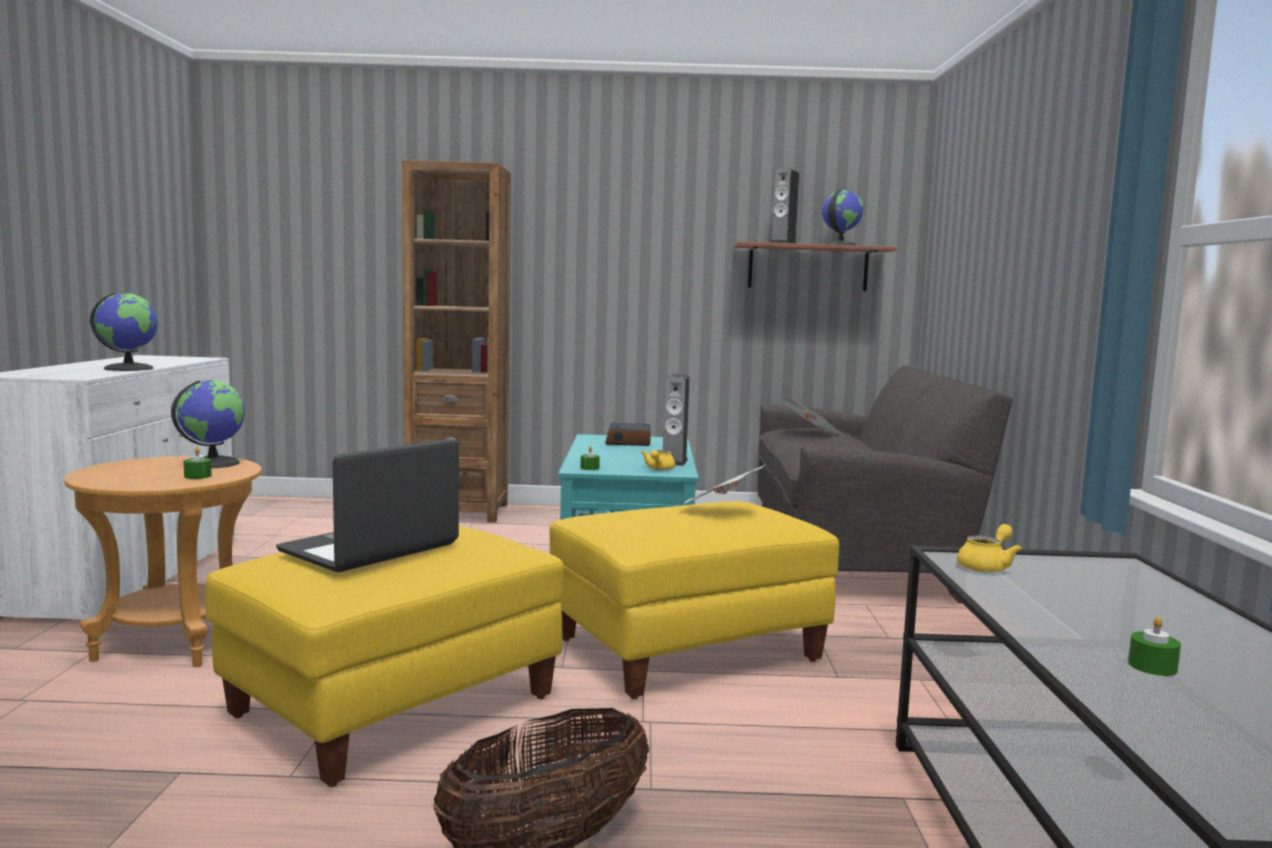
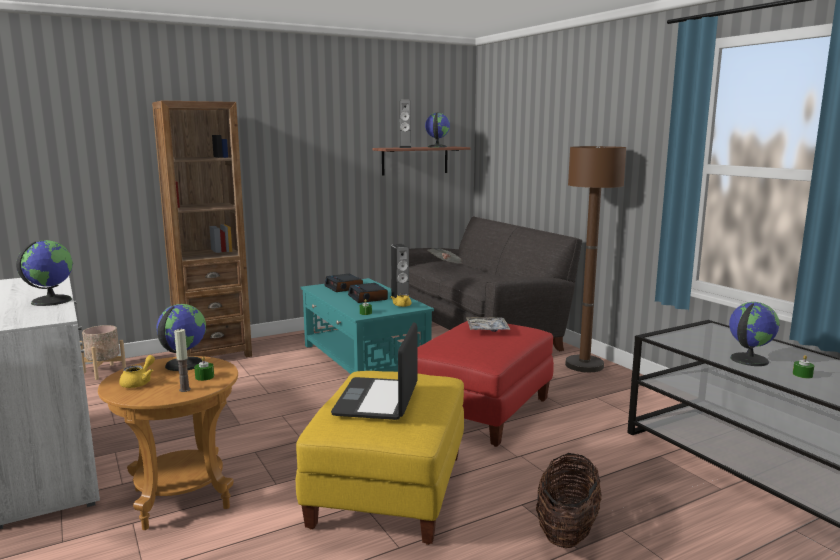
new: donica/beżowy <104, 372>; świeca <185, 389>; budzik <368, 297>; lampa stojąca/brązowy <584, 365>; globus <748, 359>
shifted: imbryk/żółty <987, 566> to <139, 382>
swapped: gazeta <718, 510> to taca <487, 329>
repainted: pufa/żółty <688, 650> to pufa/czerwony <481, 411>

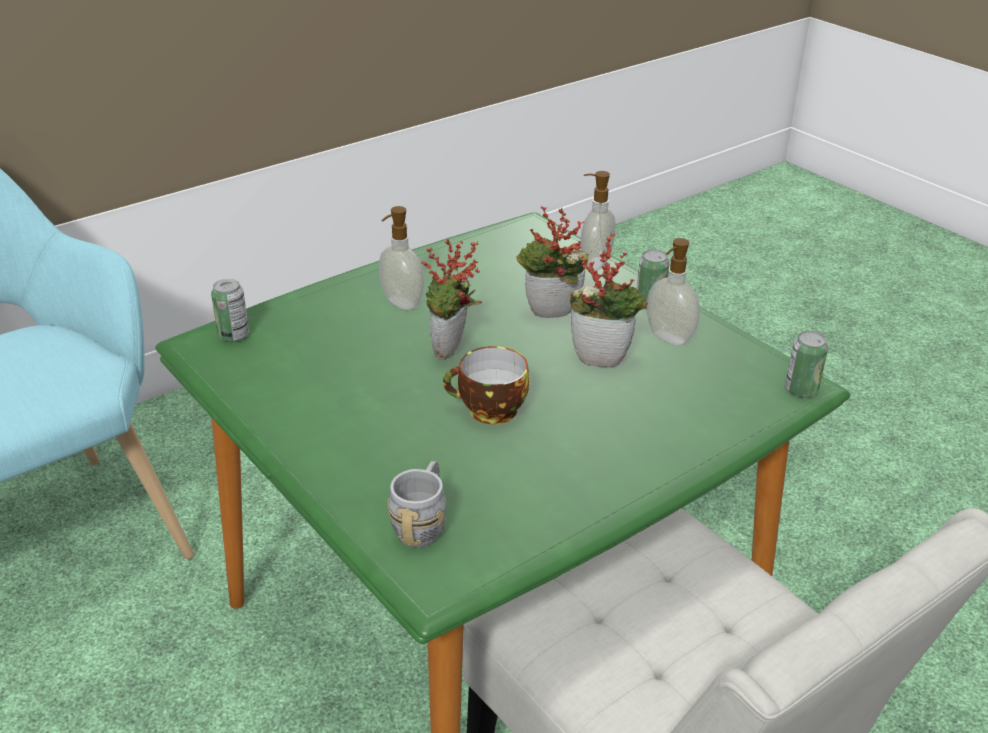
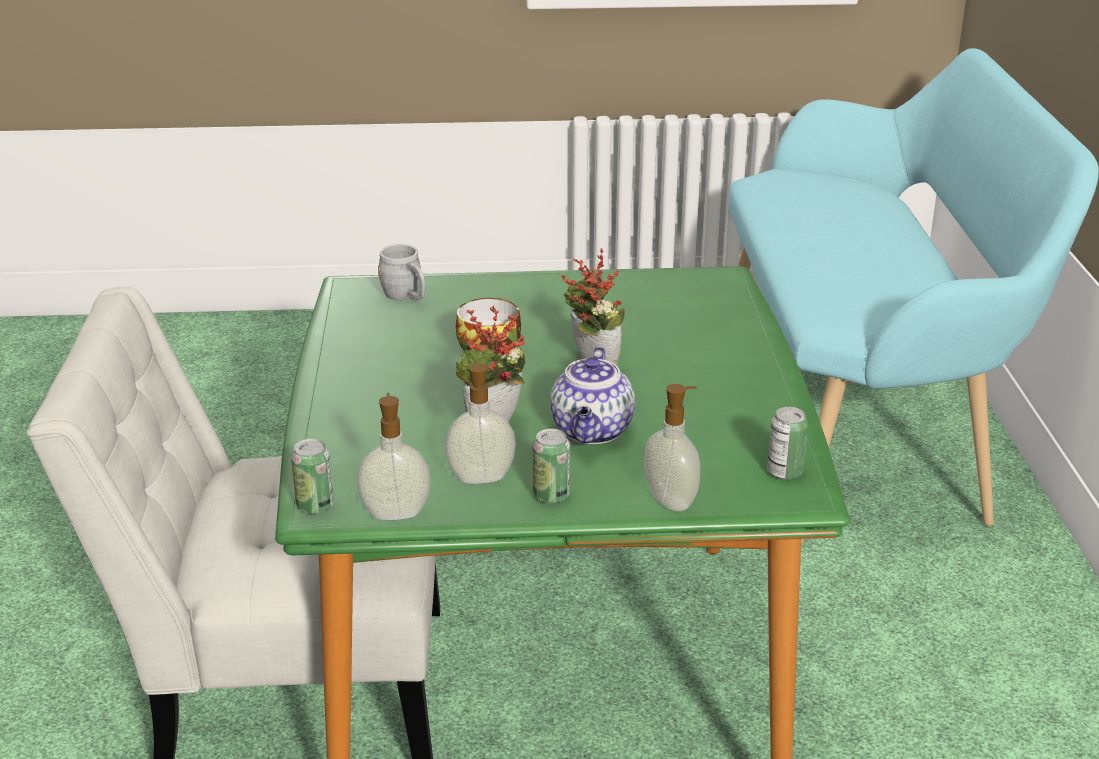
shifted: puszka <233, 335> to <784, 472>; dozownik mydła <401, 303> to <396, 512>
swapped: roślina doniczkowa <550, 316> to imbryk <592, 431>

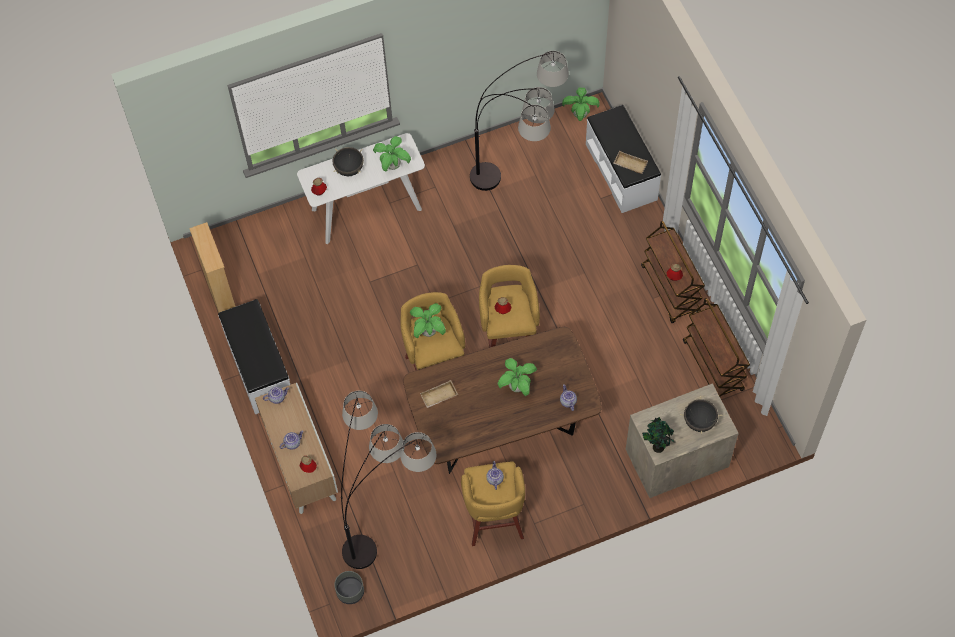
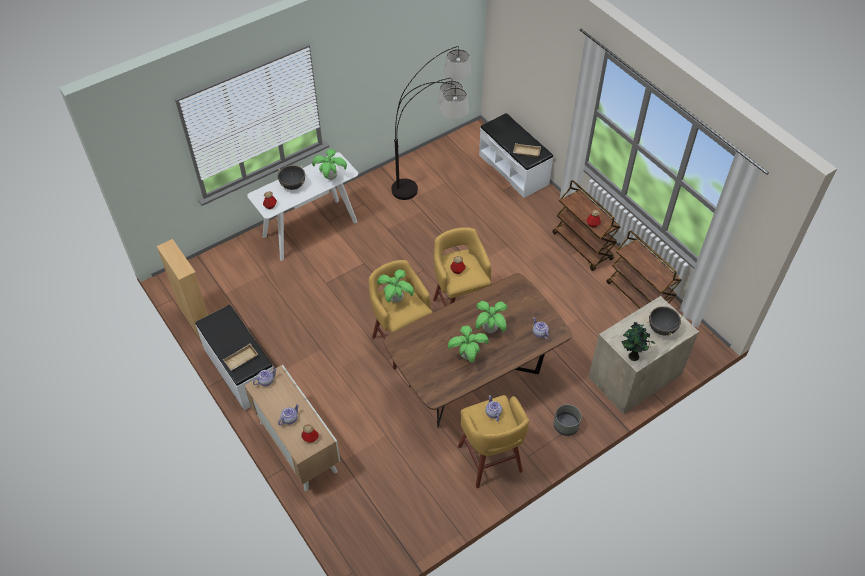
gone: lampa stojąca <386, 520>
shifted: donica/szary <350, 591> to <565, 425>; taca/beżowy <439, 397> to <241, 360>; roślina doniczkowa <580, 115> to <467, 355>

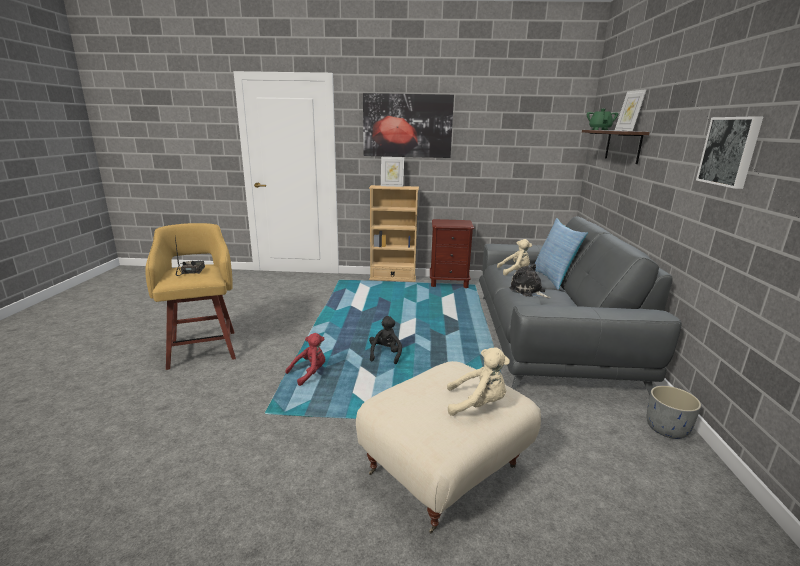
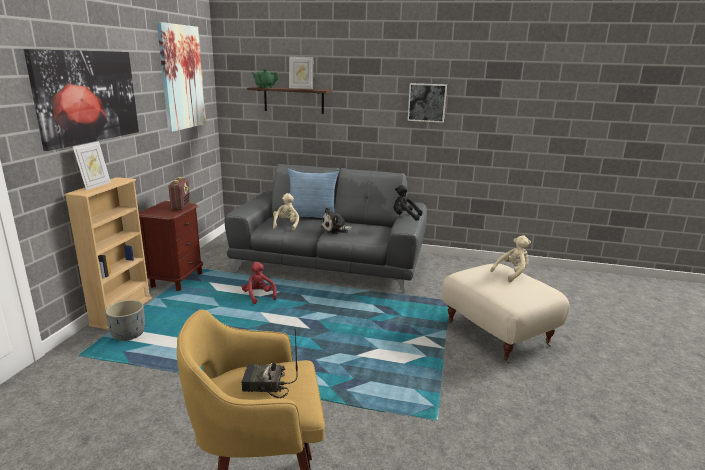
new: obraz <181, 77>; radio <180, 206>
shifted: pluszak/czerwony <309, 373> to <259, 296>; pluszak/czarny <385, 354> to <405, 217>; donica/szary <667, 429> to <129, 334>
rotated: pluszak/beżowy <478, 404> = <512, 274> 45 degrees clockwise

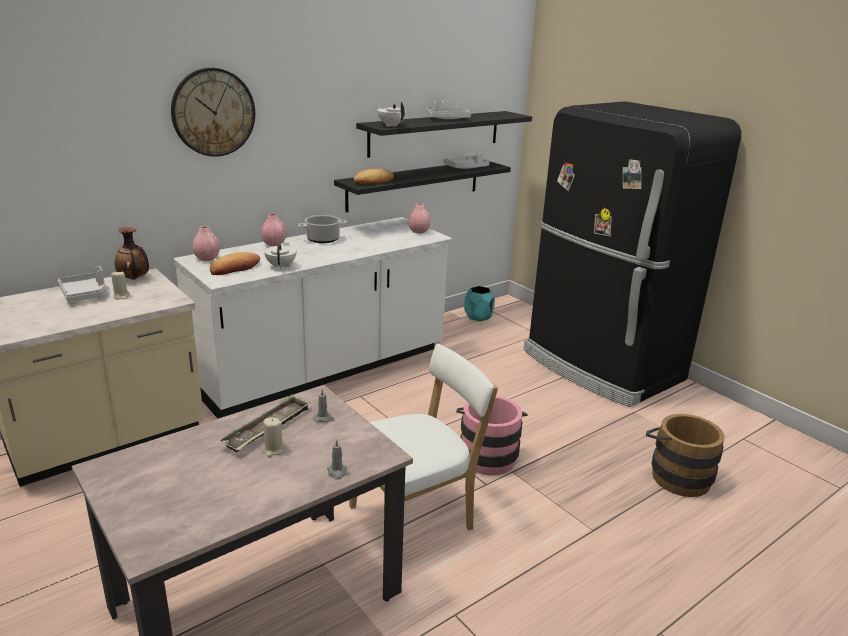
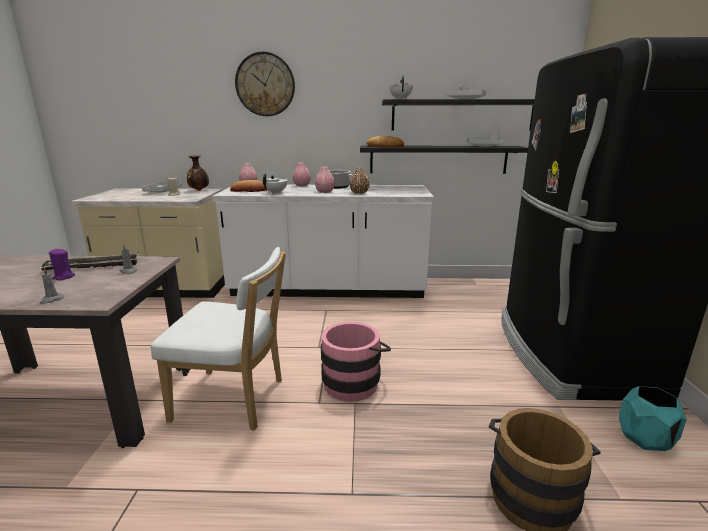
new: wazon/brązowy <359, 193>
shifted: wazon/różowy <418, 231> to <325, 192>; donica/turkusowy <478, 317> to <644, 438>
repainted: świeca/beżowy <273, 450> to świeca/fioletowy <63, 277>

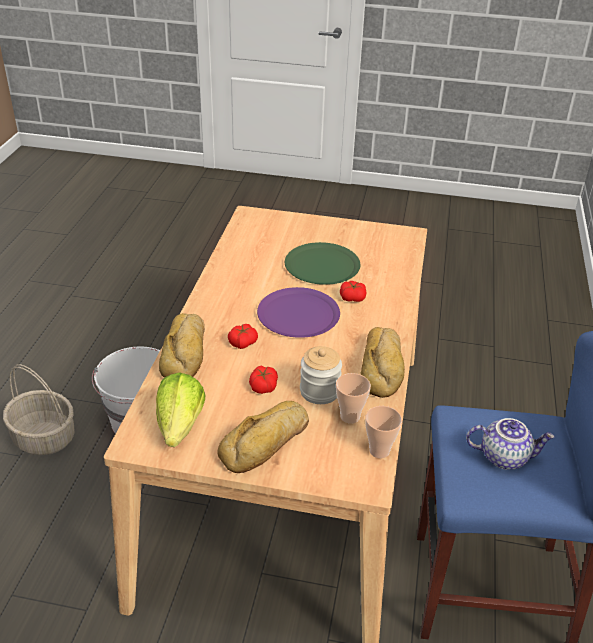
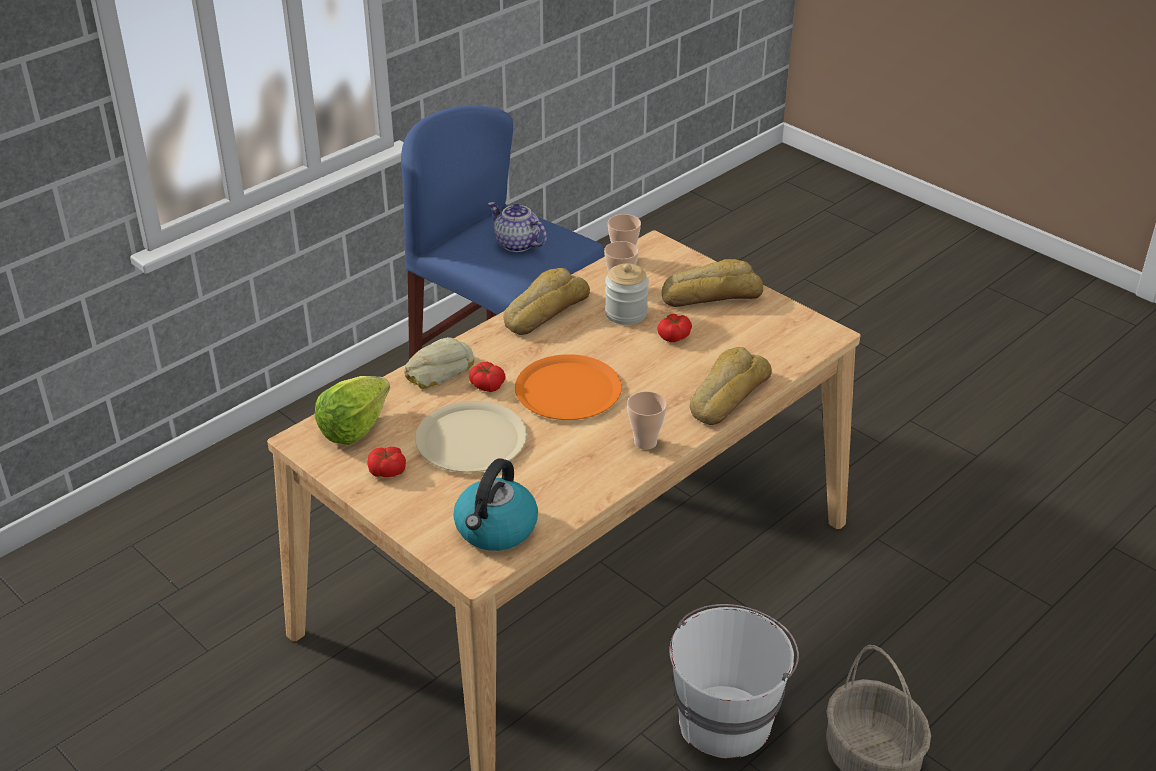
new: chleb <437, 370>; czajnik <496, 529>; filiżanka <645, 442>
shifted: sałata <180, 426> to <354, 428>; pomidor <242, 342> to <387, 470>
repainted: talerz/fioletowy <298, 314> to talerz/pomarańczowy <568, 390>; talerz/zielony <322, 265> to talerz/beżowy <471, 439>

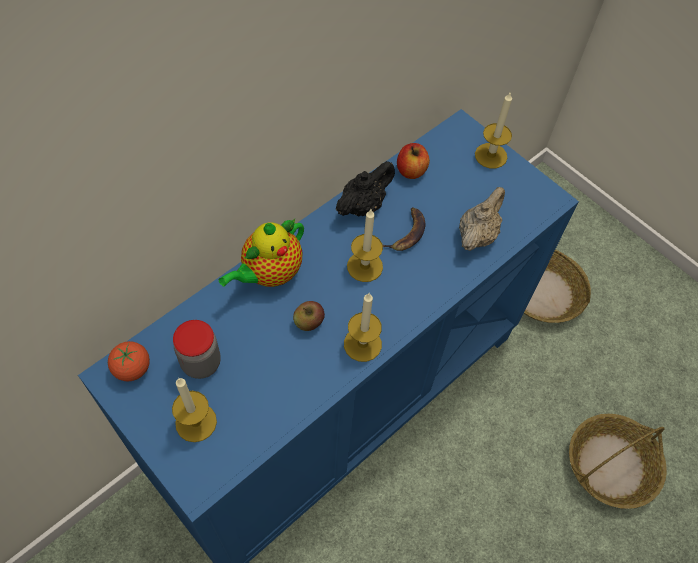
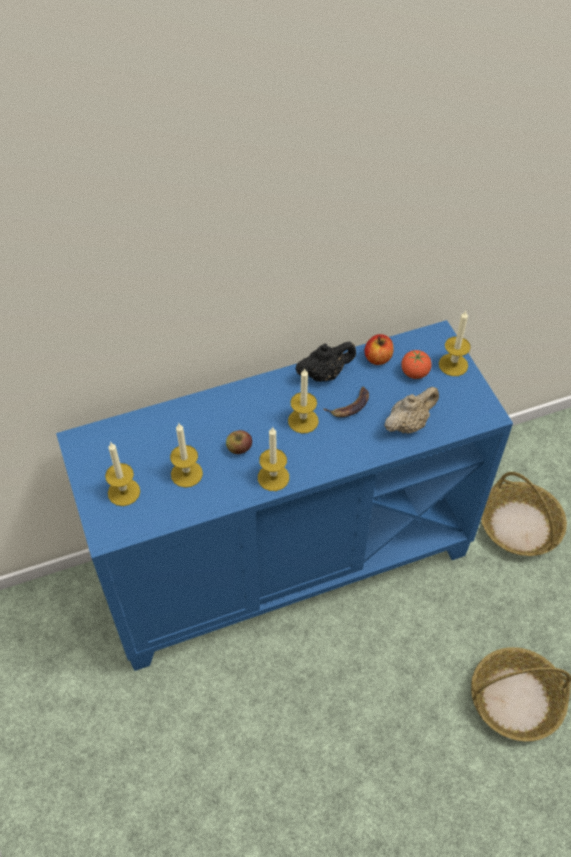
gone: słoik <201, 363>; imbryk <269, 274>
new: świeca <186, 474>
shifted: pomidor <132, 369> to <414, 373>

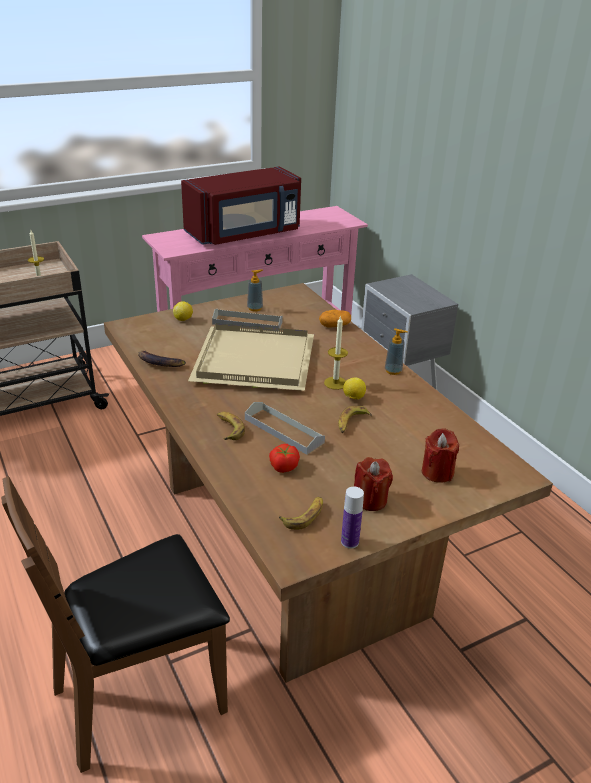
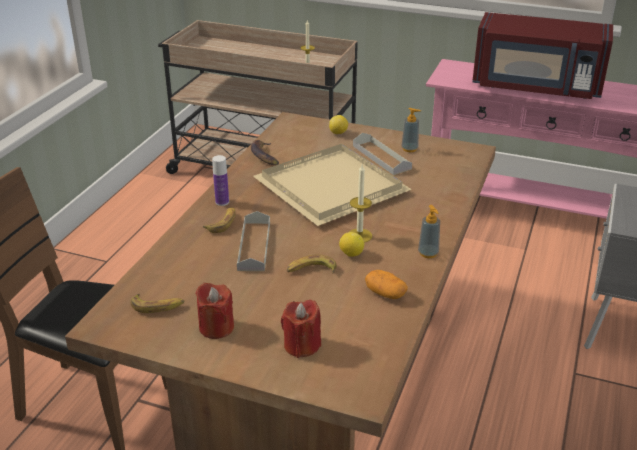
gone: pomidor <283, 466>
shifted: ziemniak <334, 326> to <385, 293>; butelka <350, 542> to <222, 202>

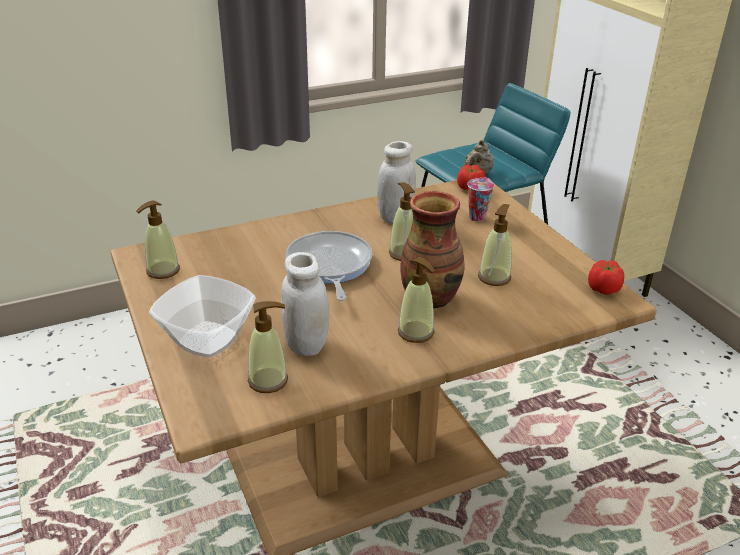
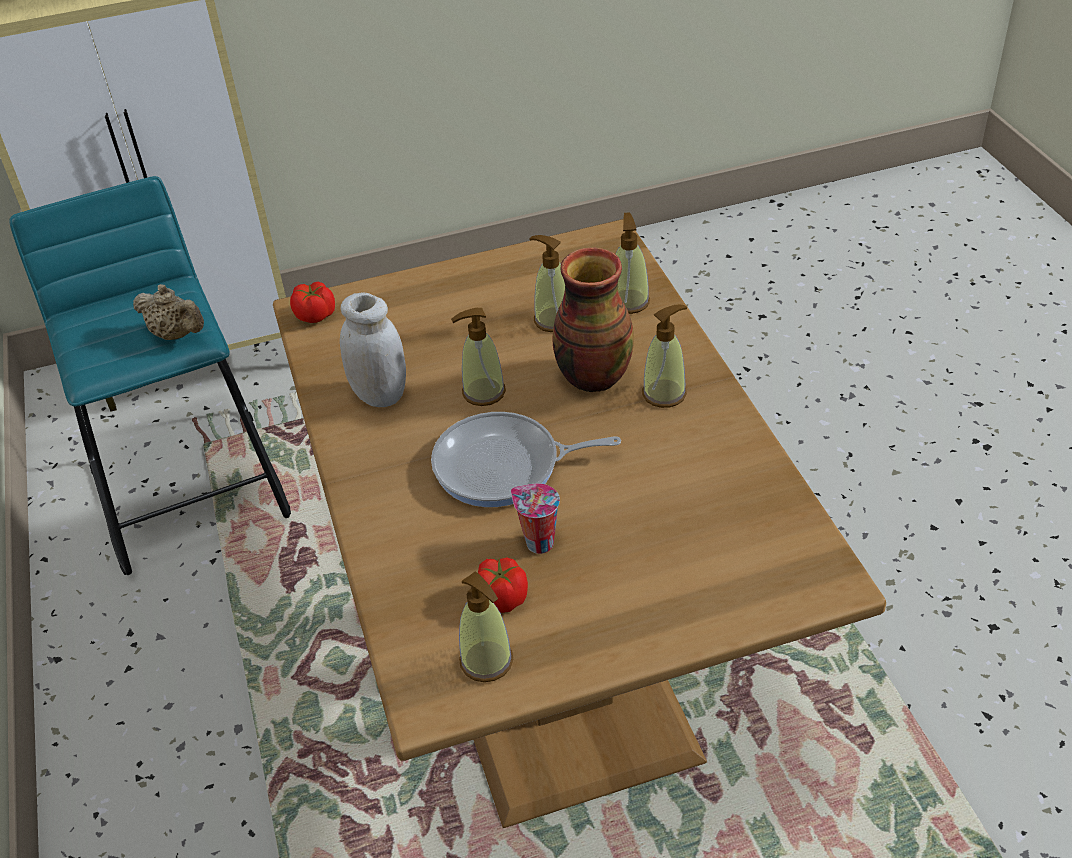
gone: miska <209, 339>; słoik/biały <306, 345>
shifted: dozownik mydła <268, 380> to <629, 301>; filiżanka <477, 216> to <537, 543>; pomidor <603, 288> to <502, 597>

